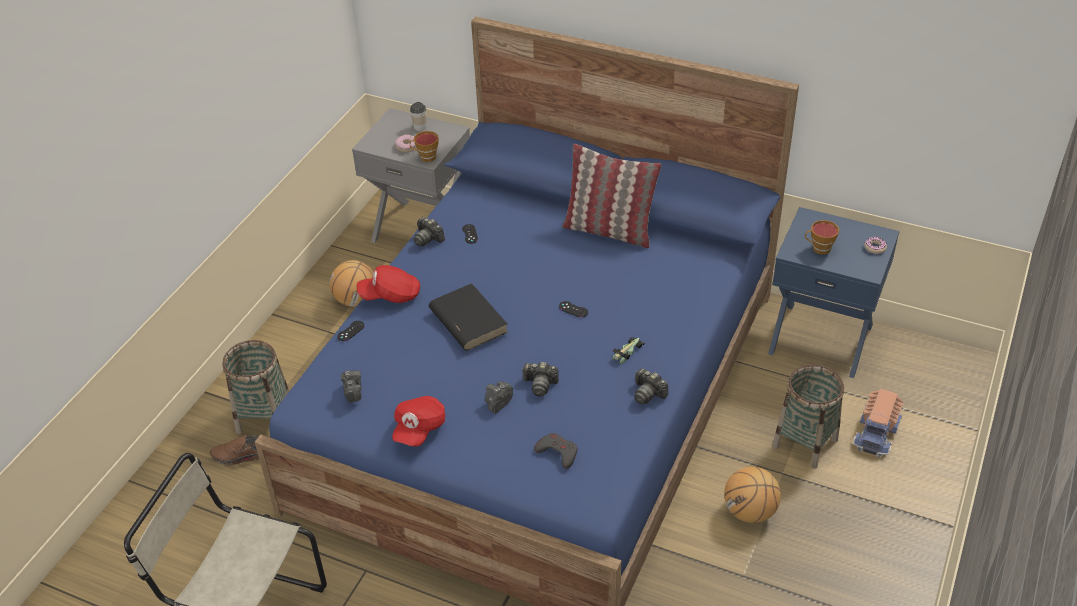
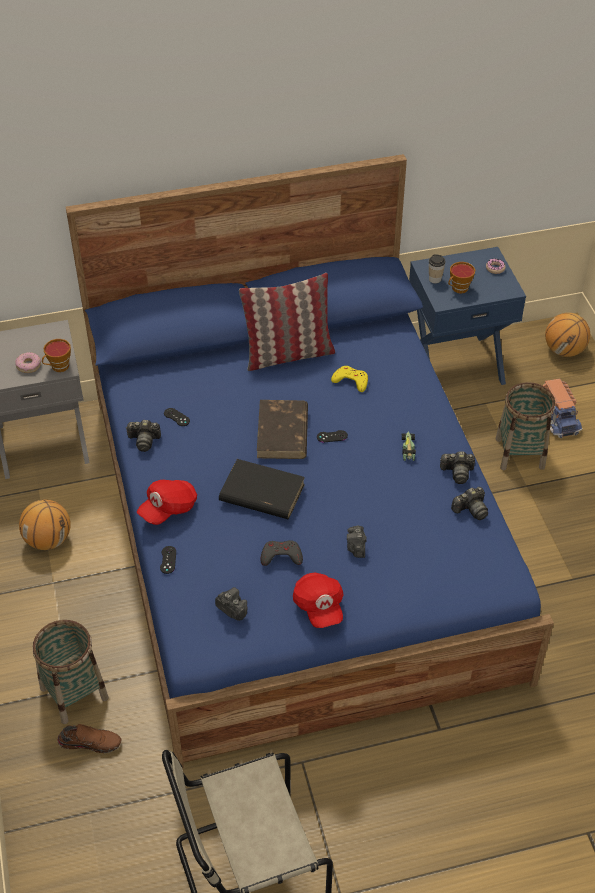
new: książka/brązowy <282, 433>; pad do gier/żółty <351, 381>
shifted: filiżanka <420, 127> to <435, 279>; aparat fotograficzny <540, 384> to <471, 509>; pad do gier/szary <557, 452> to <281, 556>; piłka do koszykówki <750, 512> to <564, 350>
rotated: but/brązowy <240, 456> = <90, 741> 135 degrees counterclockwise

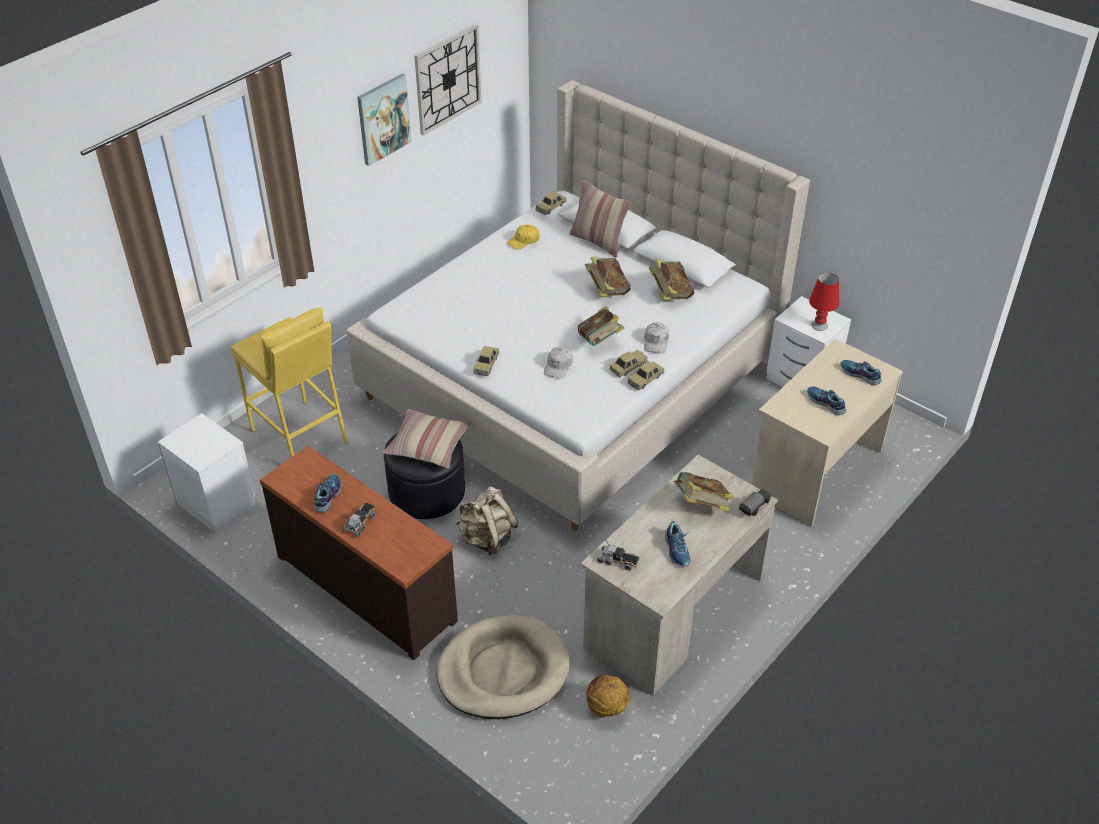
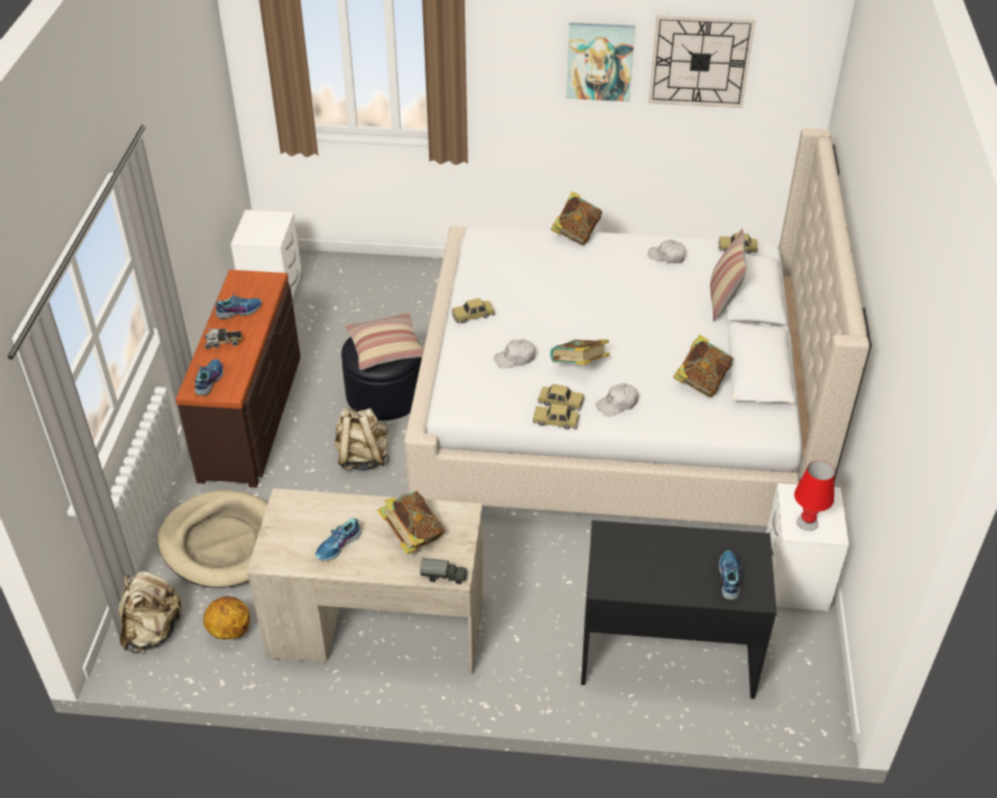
gone: stołek/żółty <299, 436>; ciężarówka zabawkowa <618, 561>
new: plecak/beżowy <153, 631>
shifted: książka <607, 290> to <576, 234>; but <825, 403> to <209, 380>
repainted: czapka z daszkiem/żółty <523, 241> to czapka z daszkiem/biały <667, 256>; biurko/beżowy <815, 471> to biurko/czarny <666, 652>

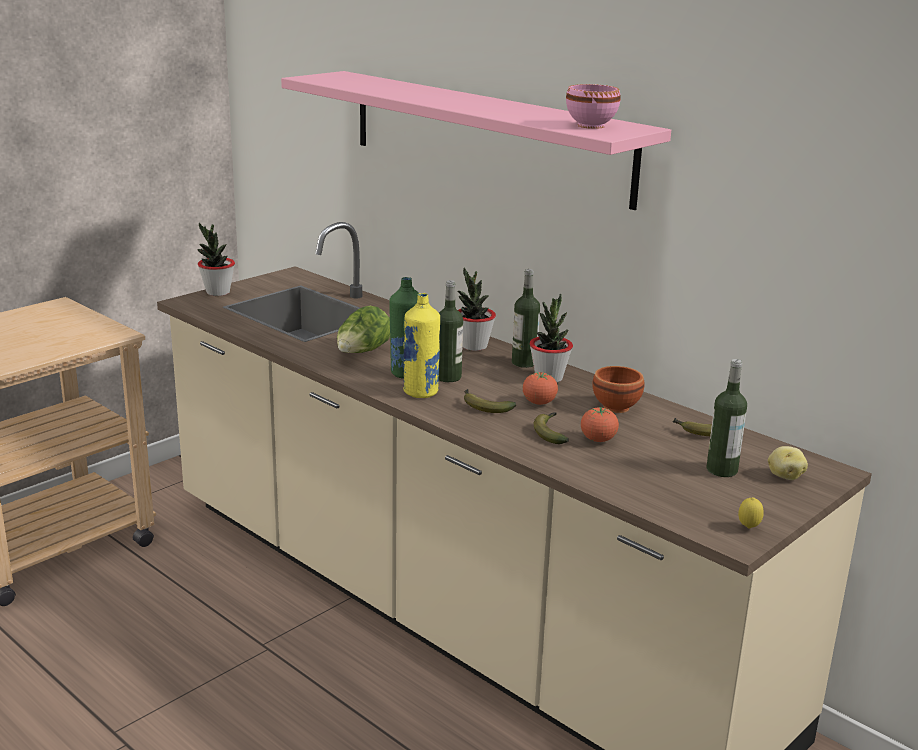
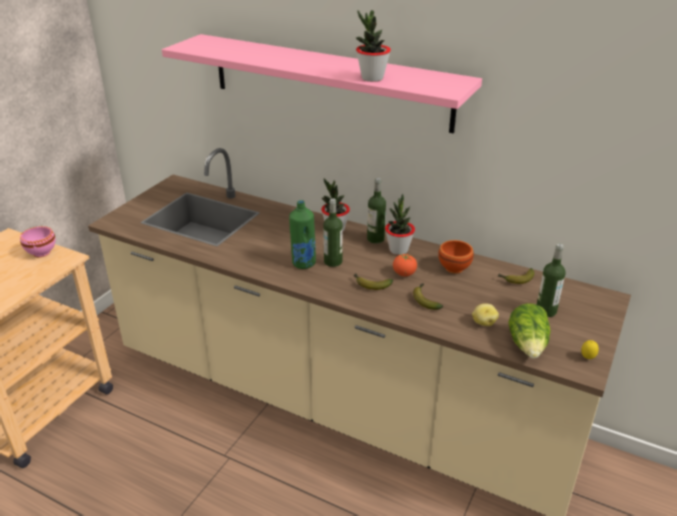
gone: butelka/żółty <421, 392>; pomidor <598, 440>
shifted: roślina doniczkowa <217, 292> to <372, 78>; sałata <362, 352> to <528, 345>; miska/różowy <591, 126> to <41, 253>; ziemniak <785, 476> to <483, 322>

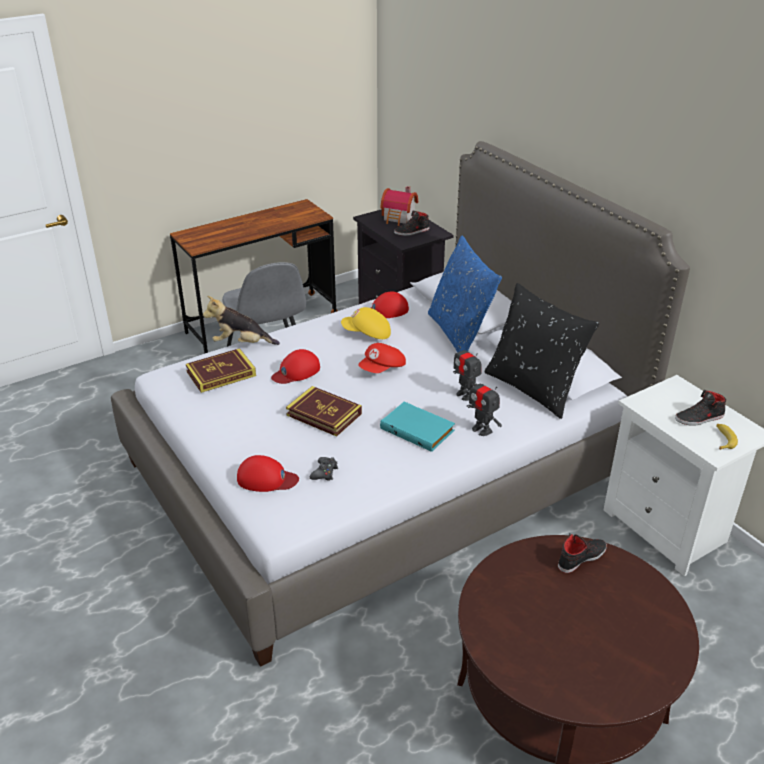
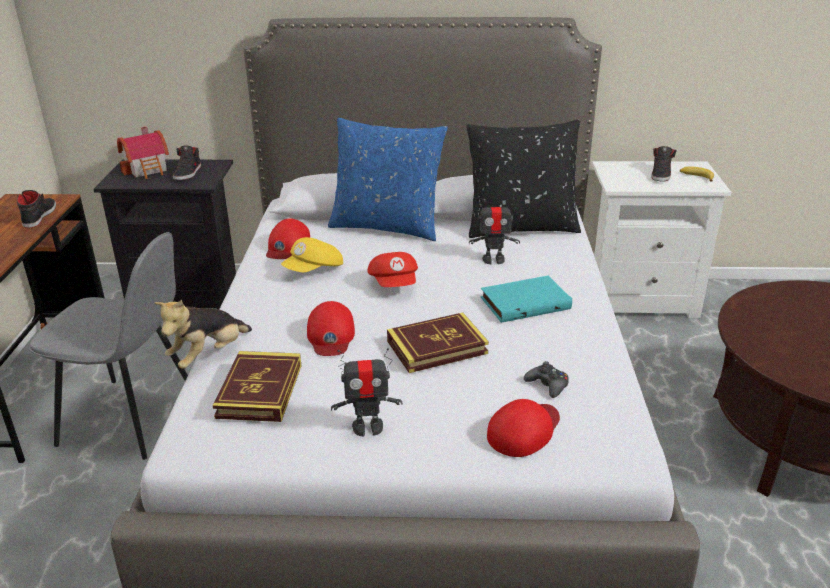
shifted: robot zabawkowy <482, 429> to <367, 427>; but/czarny <581, 557> to <39, 216>

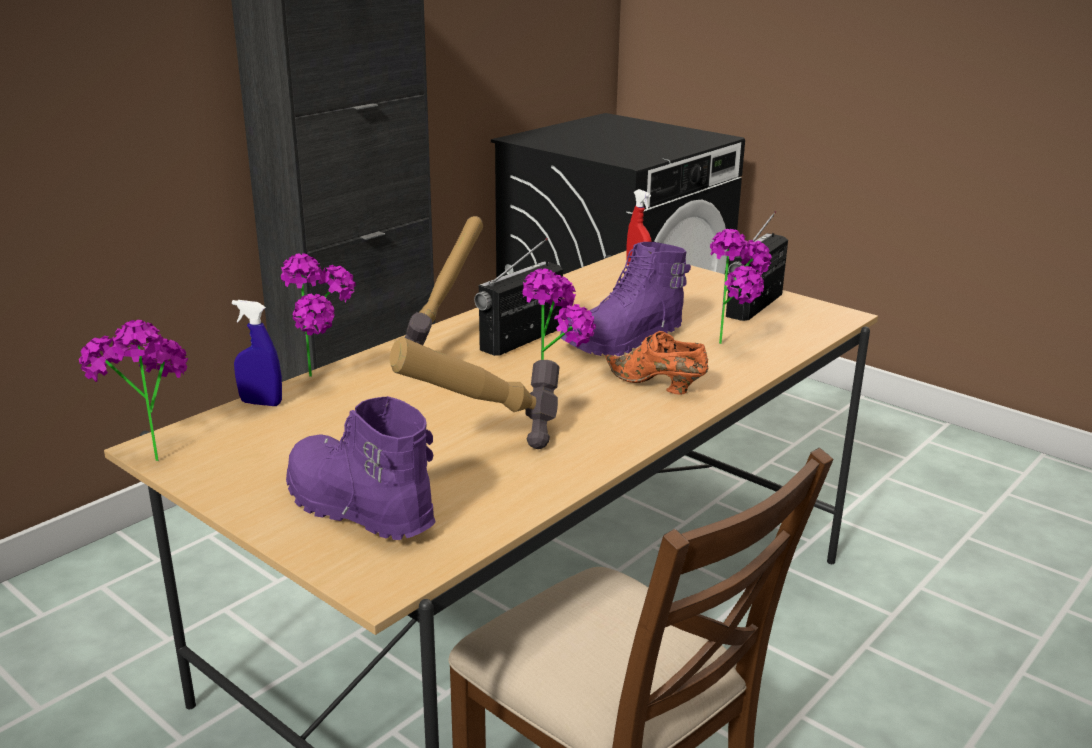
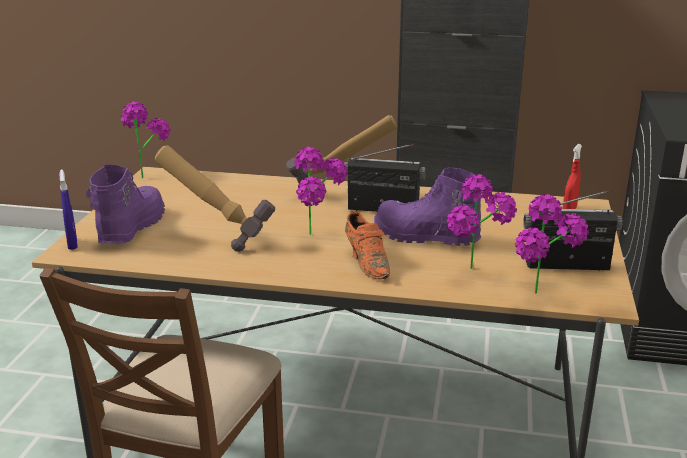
shifted: spryskiwacz/niebieski <261, 403> to <72, 244>; roślina doniczkowa <326, 377> to <543, 299>
rotated: but/pomarańczowy <657, 385> = <367, 263> 150 degrees clockwise

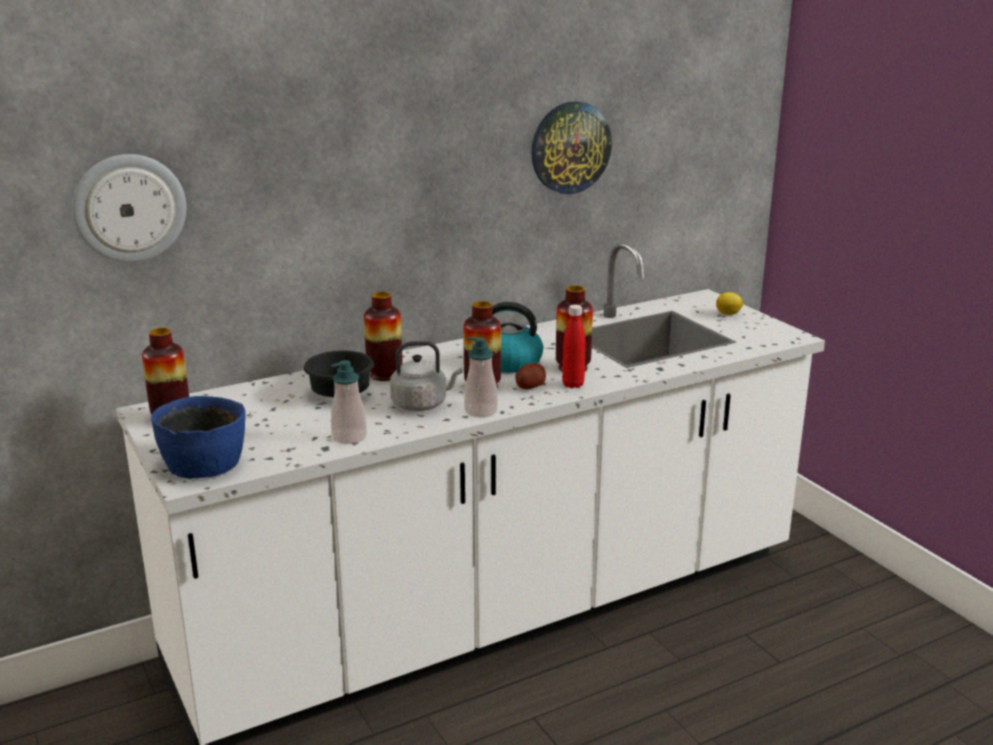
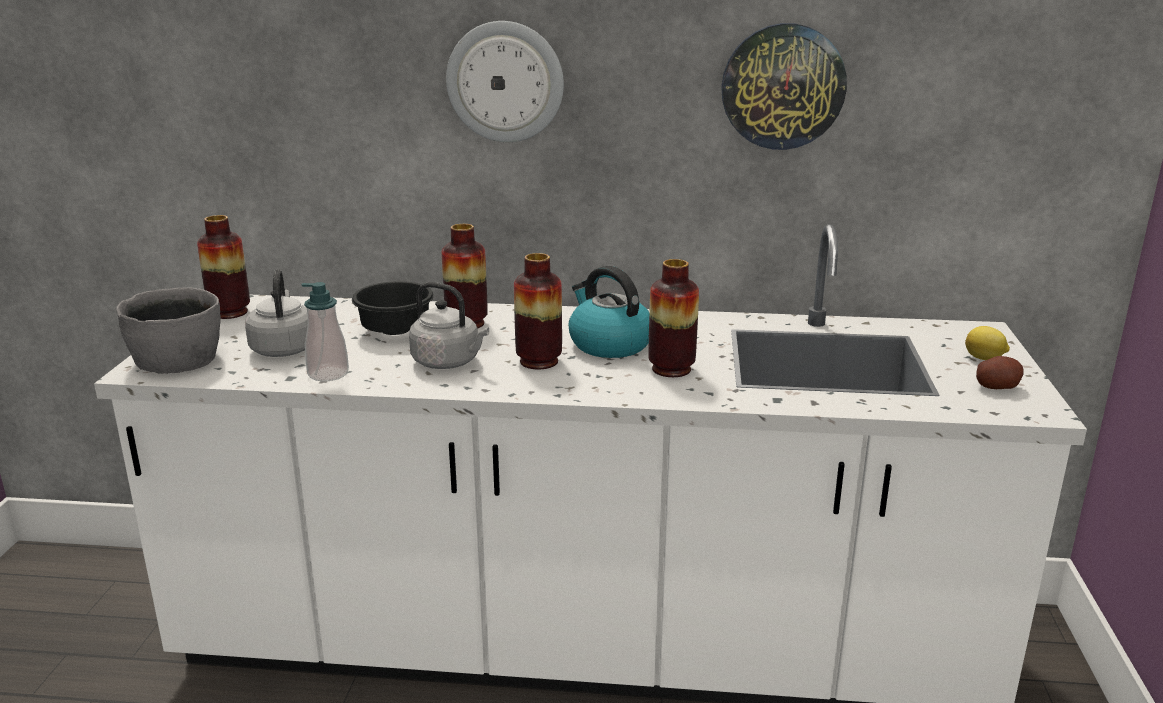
gone: dozownik mydła <481, 411>; butelka/czerwony <573, 384>
new: czajnik/szary <283, 348>
shifted: zegar ścienny <129, 208> to <505, 82>; ziemniak <530, 386> to <997, 387>
repainted: miska/niebieski <204, 463> to miska/szary <179, 359>

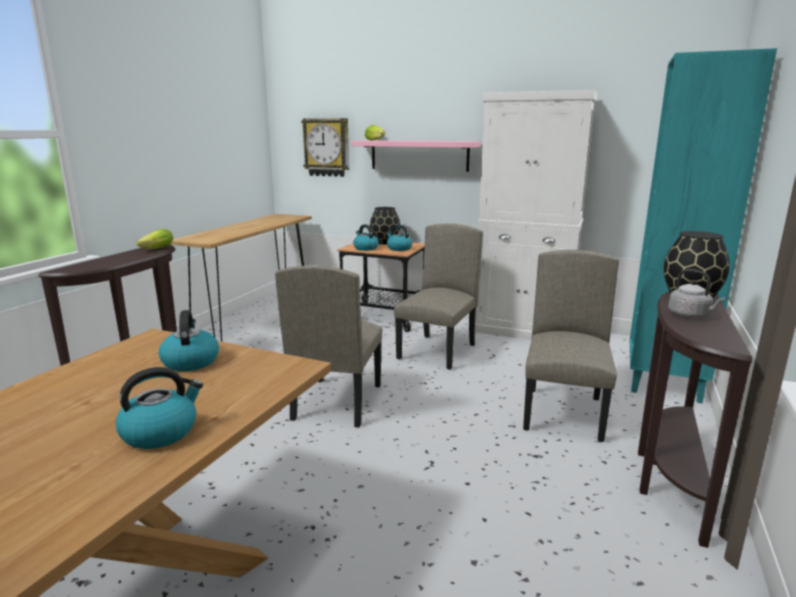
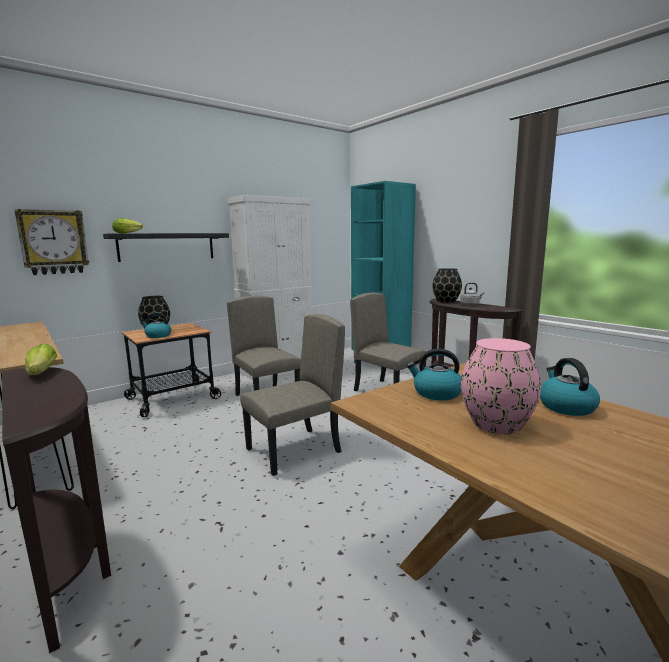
gone: czajnik <398, 248>
new: wazon/różowy <497, 424>
repainted: półka/różowy <419, 155> to półka/czarny <167, 246>
rotated: krzesło/beżowy <336, 402> = <294, 451> 75 degrees counterclockwise

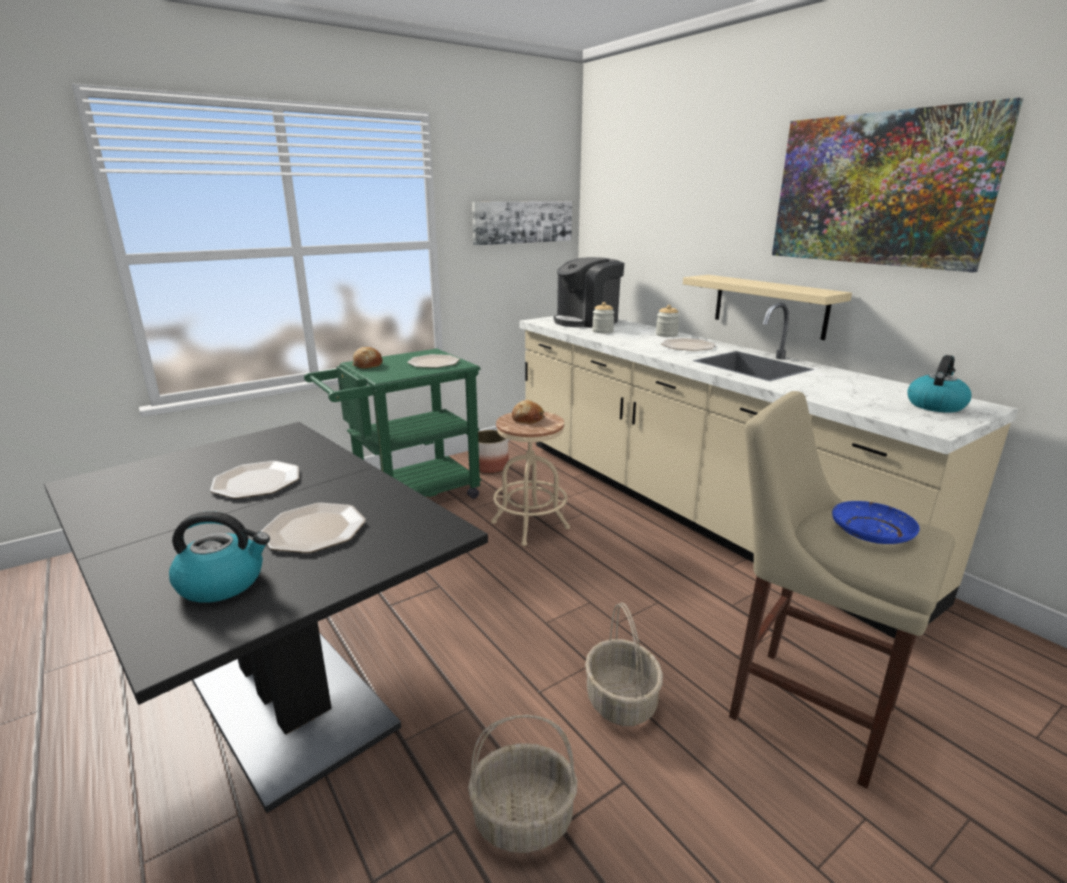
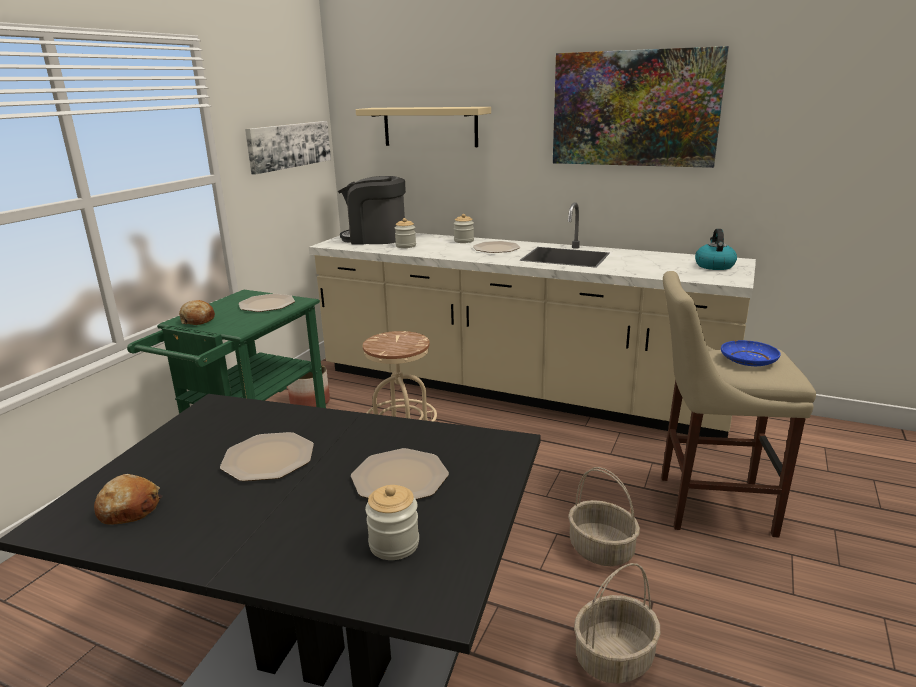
shifted: chleb <527, 419> to <129, 509>; półka/beżowy <769, 306> to <430, 127>
swapped: czajnik <223, 582> to słoik <394, 544>
rotated: ekspres do kawy <587, 321> = <375, 238> 75 degrees clockwise

